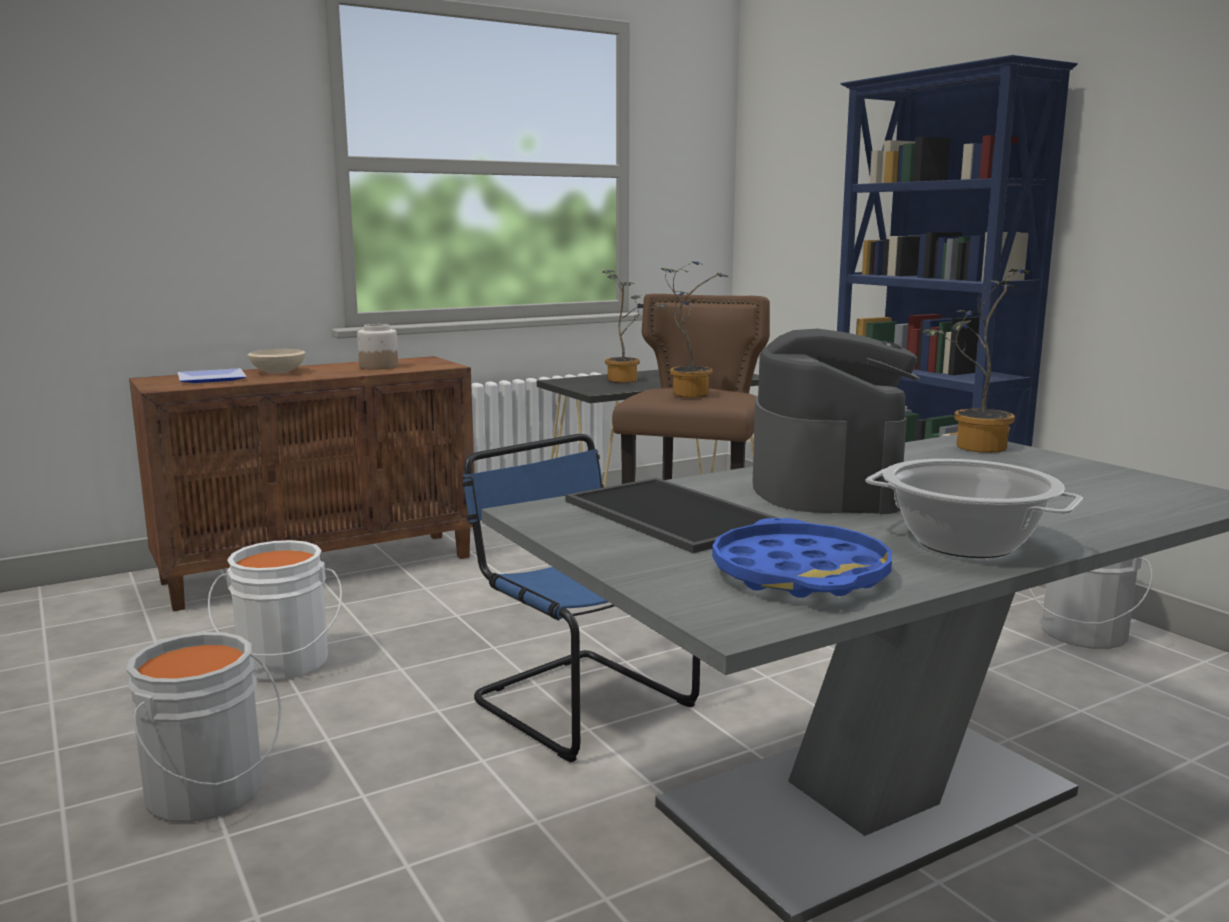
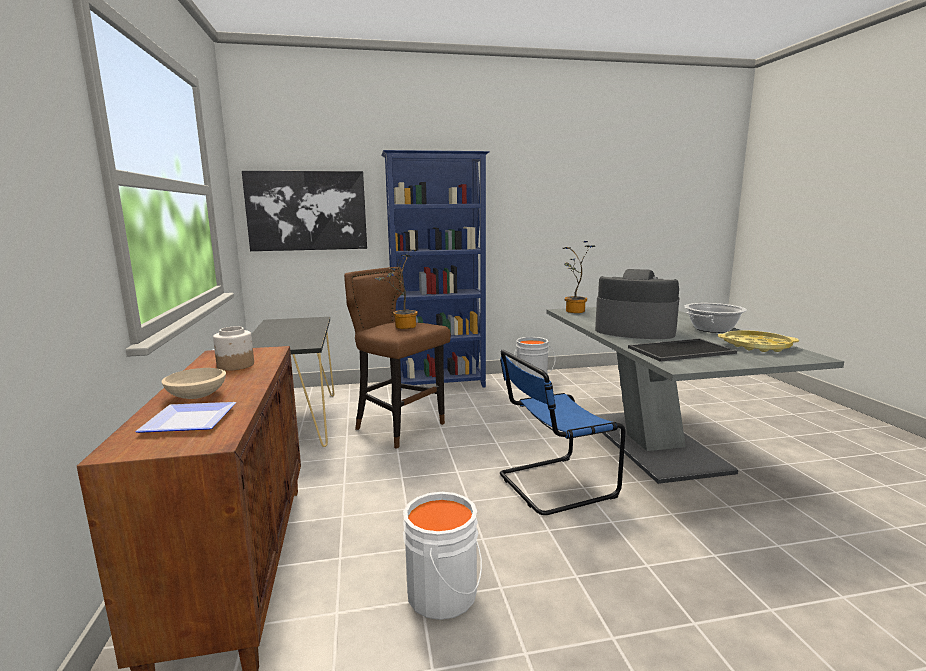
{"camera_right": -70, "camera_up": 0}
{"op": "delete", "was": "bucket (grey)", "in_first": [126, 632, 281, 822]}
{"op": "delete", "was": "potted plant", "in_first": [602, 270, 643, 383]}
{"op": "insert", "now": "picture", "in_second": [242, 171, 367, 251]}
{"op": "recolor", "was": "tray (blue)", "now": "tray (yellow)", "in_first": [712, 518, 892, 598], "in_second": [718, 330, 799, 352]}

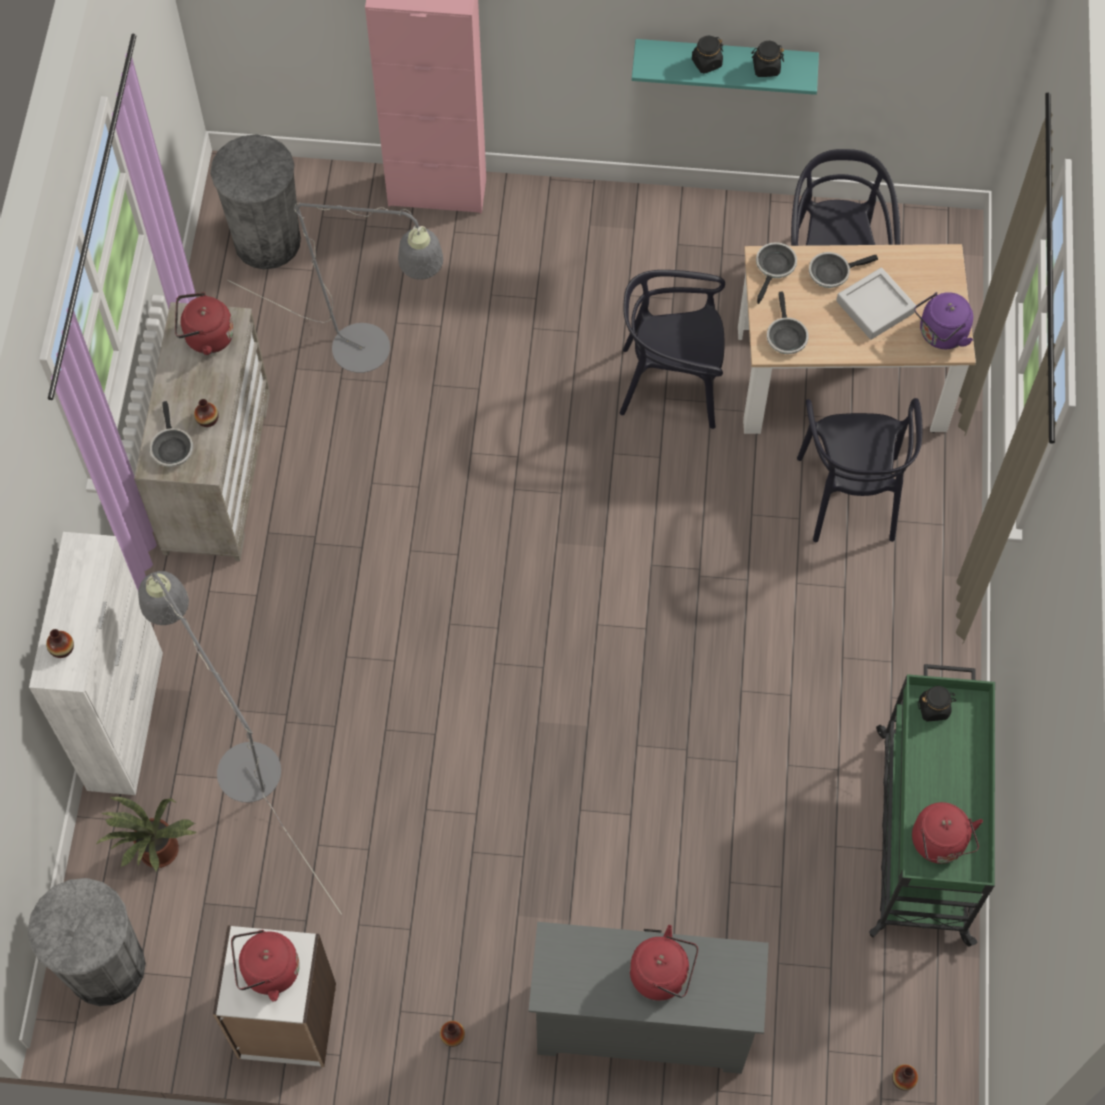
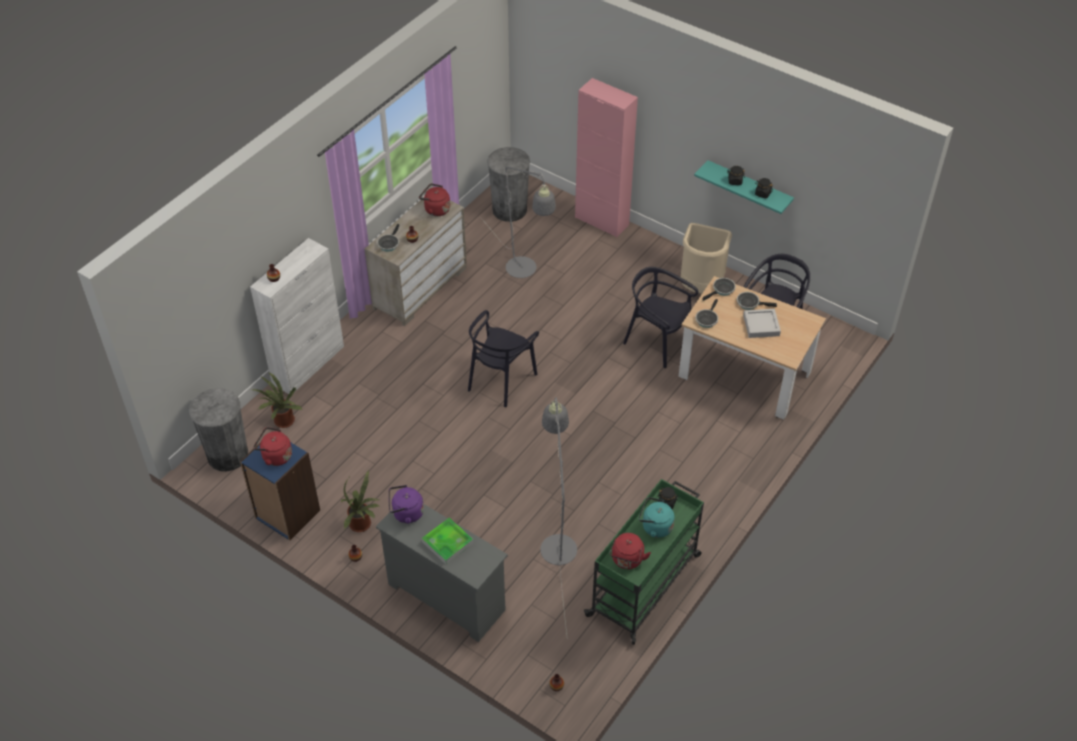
{"camera_right": 30, "camera_up": -15}
{"op": "insert", "now": "potted plant", "in_second": [341, 470, 379, 532]}
{"op": "insert", "now": "kettle (turquoise)", "in_second": [639, 497, 675, 538]}
{"op": "insert", "now": "trash can (beige)", "in_second": [681, 223, 732, 294]}
{"op": "move", "was": "floor lamp (grey)", "in_first": [138, 571, 342, 915], "in_second": [540, 397, 577, 635]}
{"op": "move", "was": "chair (black)", "in_first": [797, 398, 923, 542], "in_second": [468, 310, 539, 407]}
{"op": "move", "was": "kettle (purple)", "in_first": [915, 292, 973, 349], "in_second": [389, 485, 424, 524]}
{"op": "replace", "was": "kettle (red)", "now": "tray", "in_first": [630, 925, 698, 1000], "in_second": [422, 518, 473, 564]}
{"op": "recolor", "was": "bookcase (white)", "now": "bookcase (blue)", "in_first": [213, 926, 336, 1067], "in_second": [240, 431, 320, 541]}

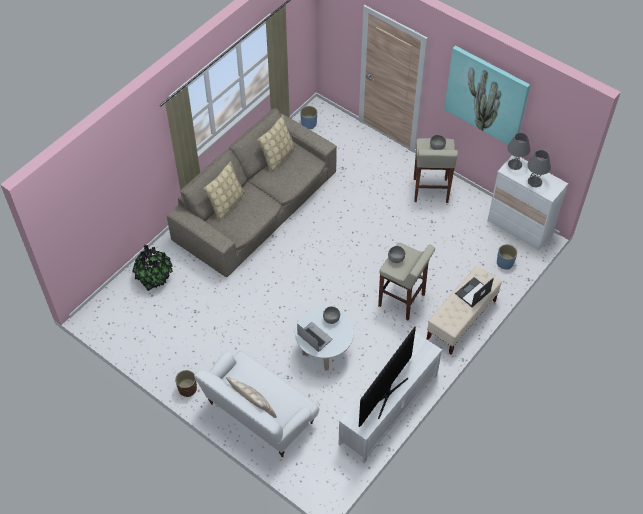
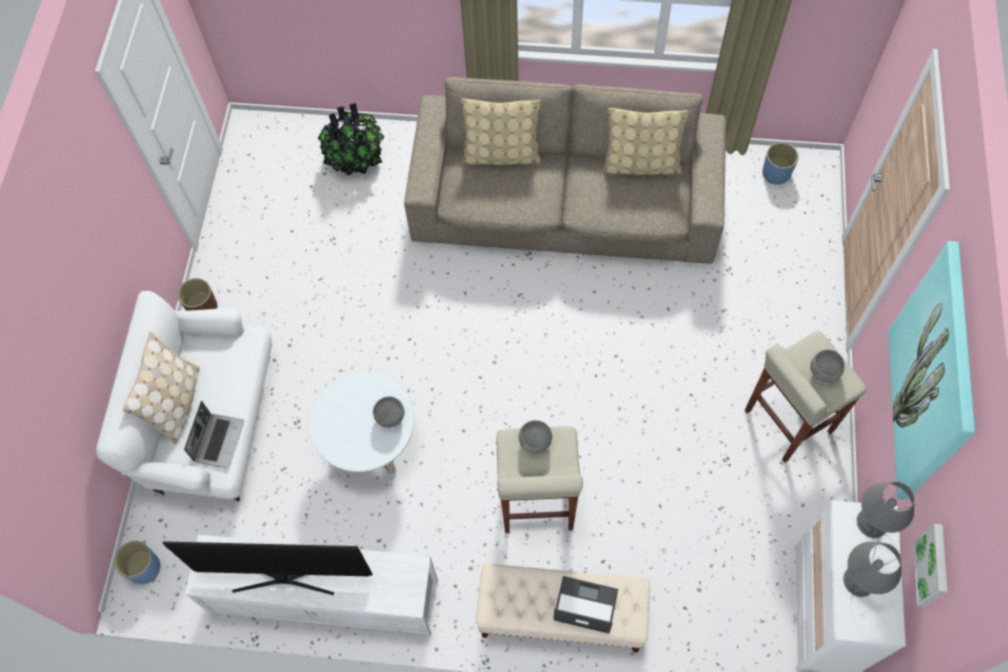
{"camera_right": 60, "camera_up": 10}
{"op": "insert", "now": "picture", "in_second": [913, 524, 947, 607]}
{"op": "move", "was": "laptop", "in_first": [297, 322, 332, 352], "in_second": [184, 401, 244, 468]}
{"op": "move", "was": "planter (blue)", "in_first": [497, 244, 517, 270], "in_second": [114, 541, 160, 584]}

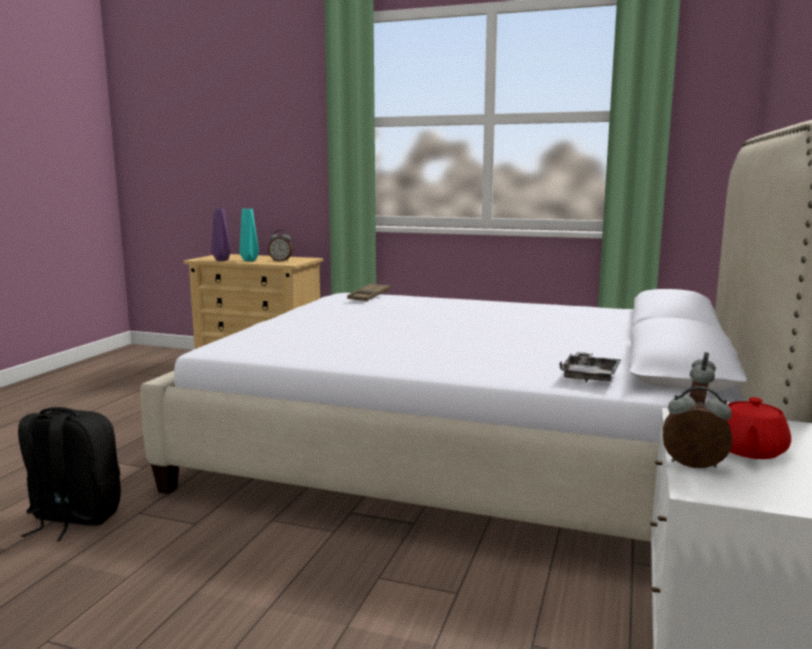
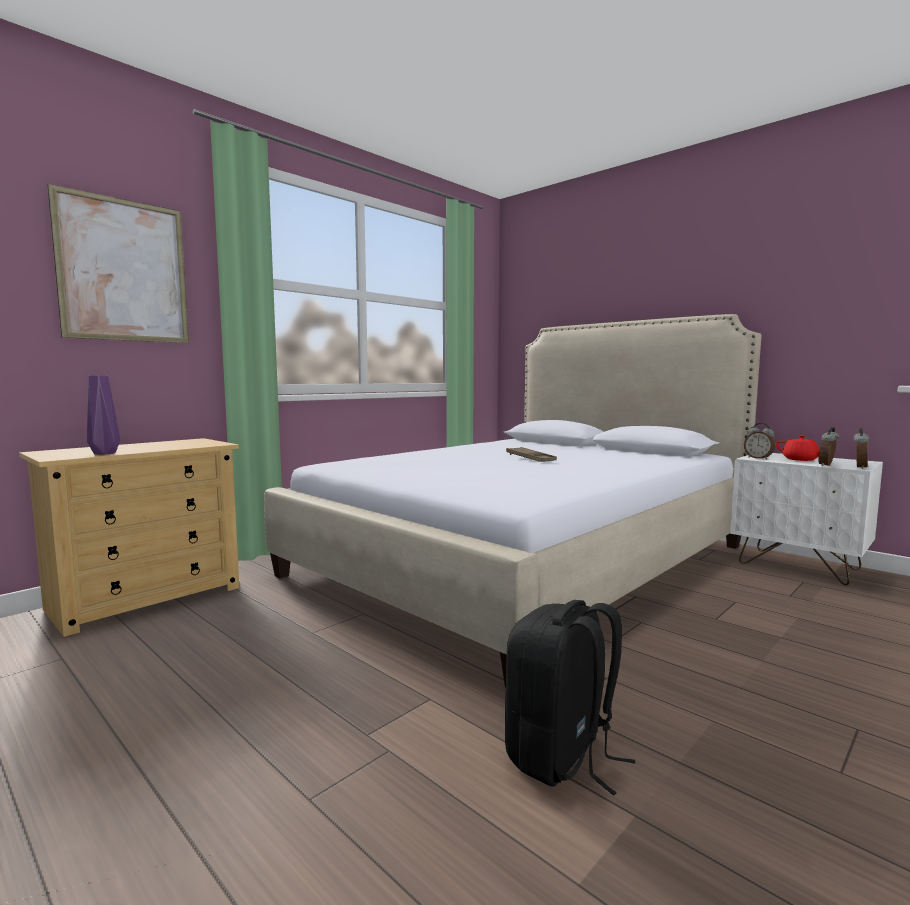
{"camera_right": -65, "camera_up": -5}
{"op": "delete", "was": "vase (turquoise)", "in_first": [240, 209, 259, 261]}
{"op": "delete", "was": "tray (grey)", "in_first": [559, 352, 621, 382]}
{"op": "insert", "now": "picture", "in_second": [48, 184, 189, 343]}
{"op": "move", "was": "alarm clock", "in_first": [268, 230, 293, 262], "in_second": [853, 428, 869, 469]}
{"op": "move", "was": "tray (brown)", "in_first": [347, 283, 391, 301], "in_second": [506, 447, 557, 462]}

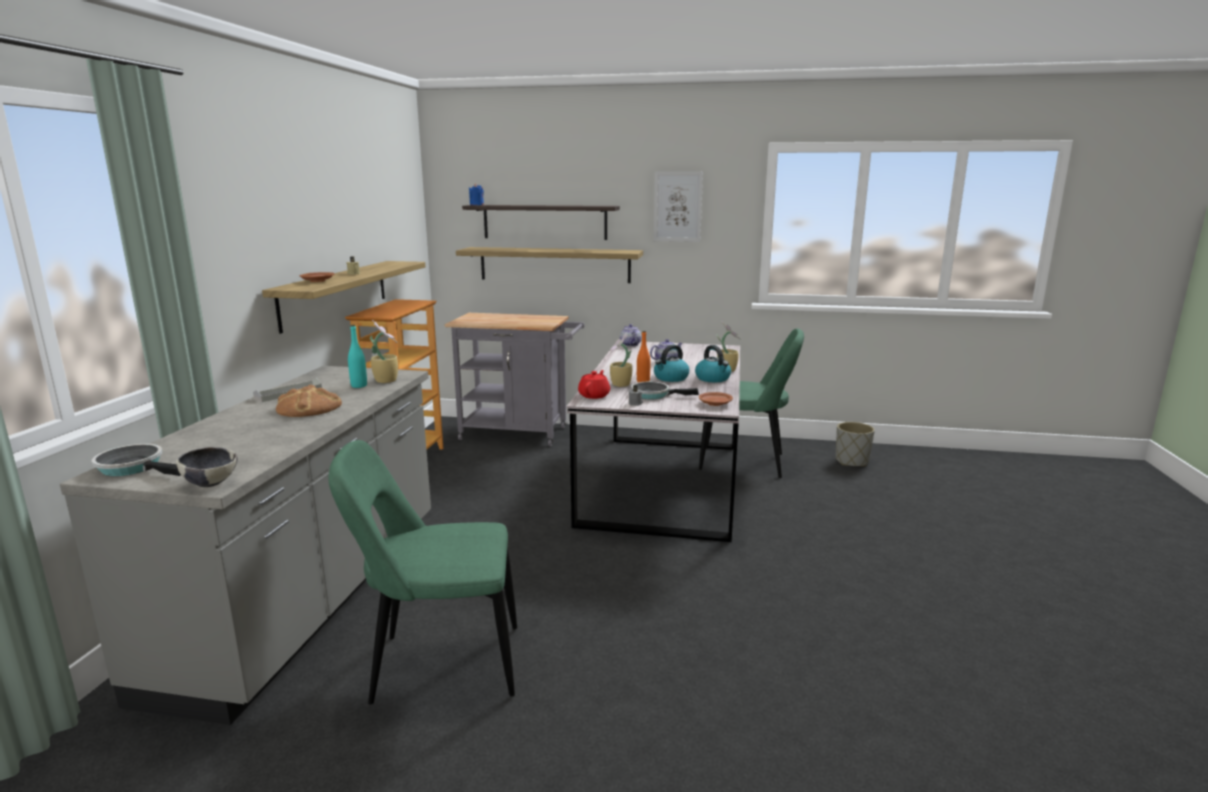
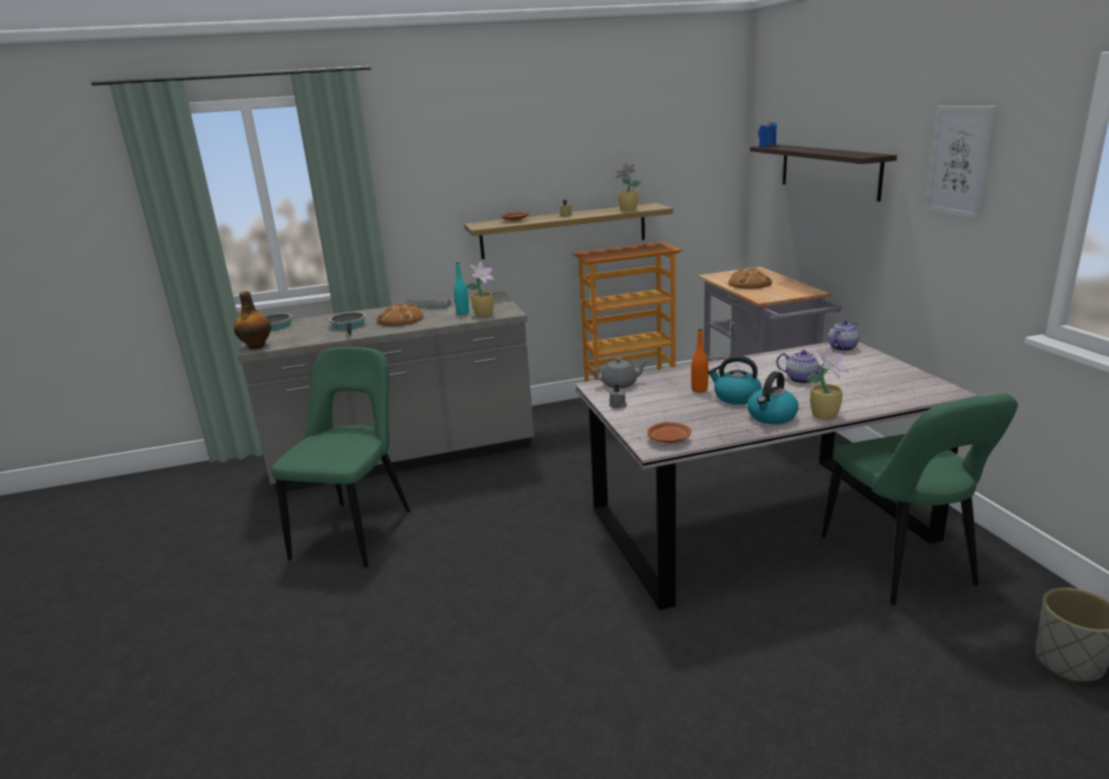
{"camera_right": 65, "camera_up": 5}
{"op": "delete", "was": "shelf", "in_first": [456, 247, 643, 283]}
{"op": "insert", "now": "bread", "in_second": [728, 268, 772, 289]}
{"op": "move", "was": "potted plant", "in_first": [609, 333, 632, 387], "in_second": [615, 162, 641, 212]}
{"op": "move", "was": "frying pan", "in_first": [631, 382, 699, 399], "in_second": [329, 312, 366, 335]}
{"op": "replace", "was": "bowl", "now": "bottle", "in_first": [176, 447, 238, 487], "in_second": [234, 291, 271, 349]}
{"op": "recolor", "was": "teapot (red)", "now": "teapot (grey)", "in_first": [578, 370, 610, 399], "in_second": [593, 357, 649, 389]}
{"op": "rotate", "was": "chair (green)", "in_first": [328, 440, 517, 704], "in_second": [272, 347, 410, 567], "clockwise": 45}

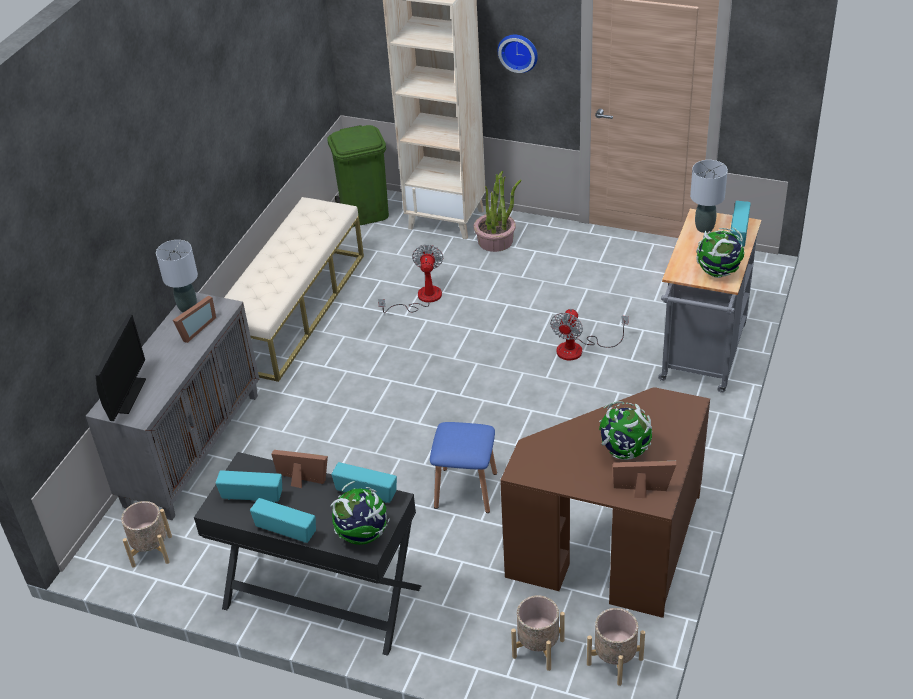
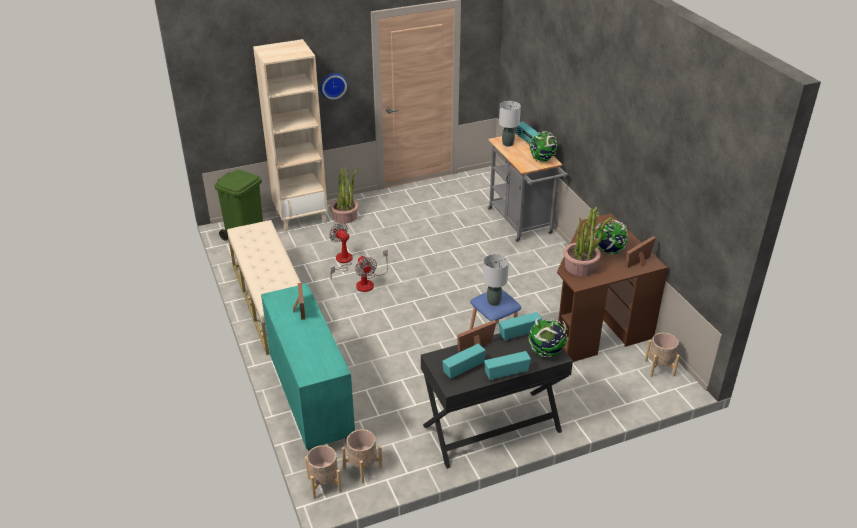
{"camera_right": -45, "camera_up": -5}
{"op": "delete", "was": "monitor", "in_first": [96, 314, 146, 421]}
{"op": "insert", "now": "potted plant", "in_second": [563, 207, 612, 276]}
{"op": "move", "was": "table lamp (grey)", "in_first": [156, 240, 198, 313], "in_second": [483, 254, 509, 306]}
{"op": "move", "was": "planter (beige)", "in_first": [511, 595, 565, 671], "in_second": [305, 445, 342, 499]}
{"op": "move", "was": "fan", "in_first": [550, 309, 629, 360], "in_second": [355, 250, 388, 292]}
{"op": "recolor", "was": "cabinet (grey)", "now": "cabinet (turquoise)", "in_first": [86, 292, 259, 520], "in_second": [261, 284, 355, 452]}

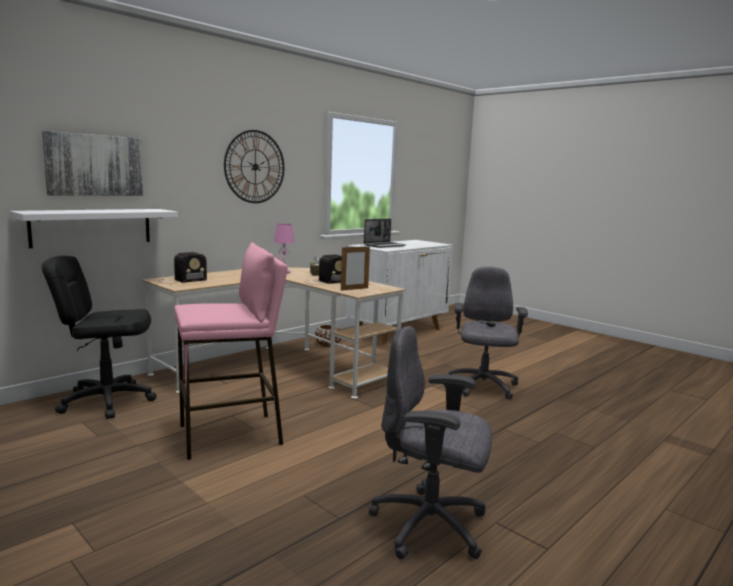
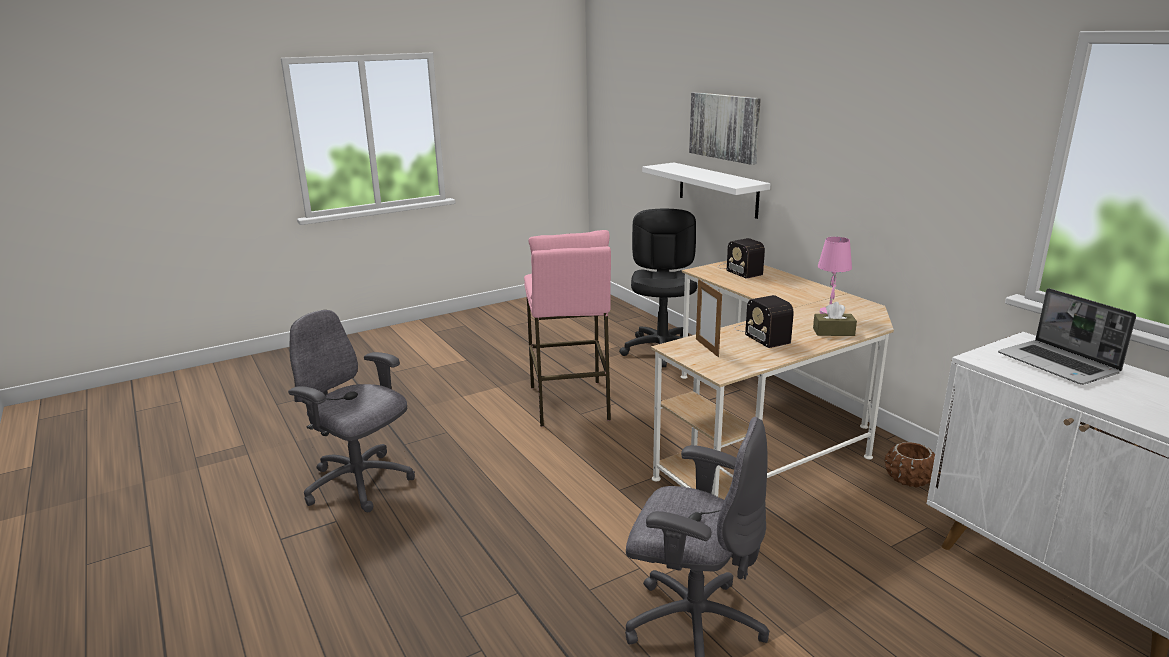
{"camera_right": 105, "camera_up": 10}
{"op": "delete", "was": "wall clock", "in_first": [224, 130, 284, 203]}
{"op": "rotate", "was": "office chair (grey)", "in_first": [369, 326, 492, 559], "in_second": [288, 310, 415, 512], "clockwise": -90}

